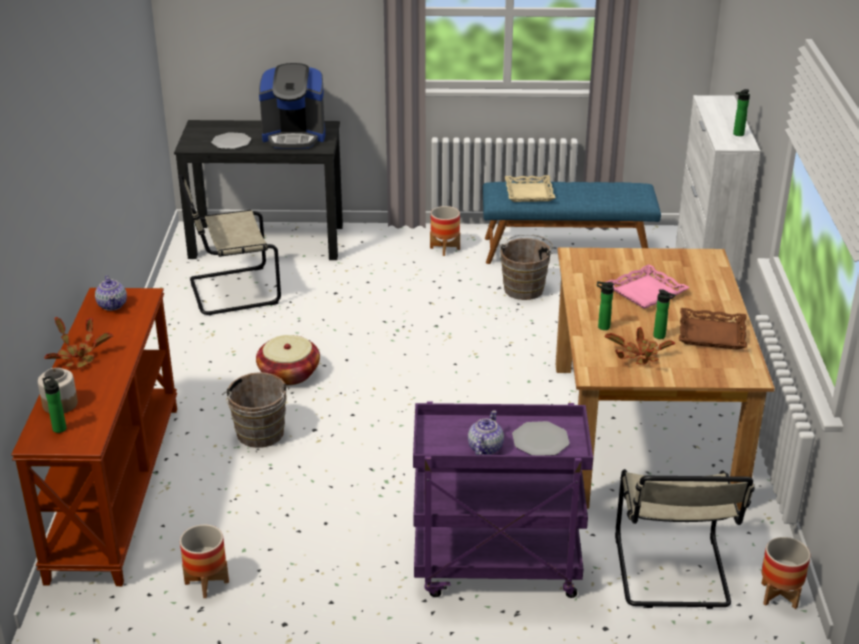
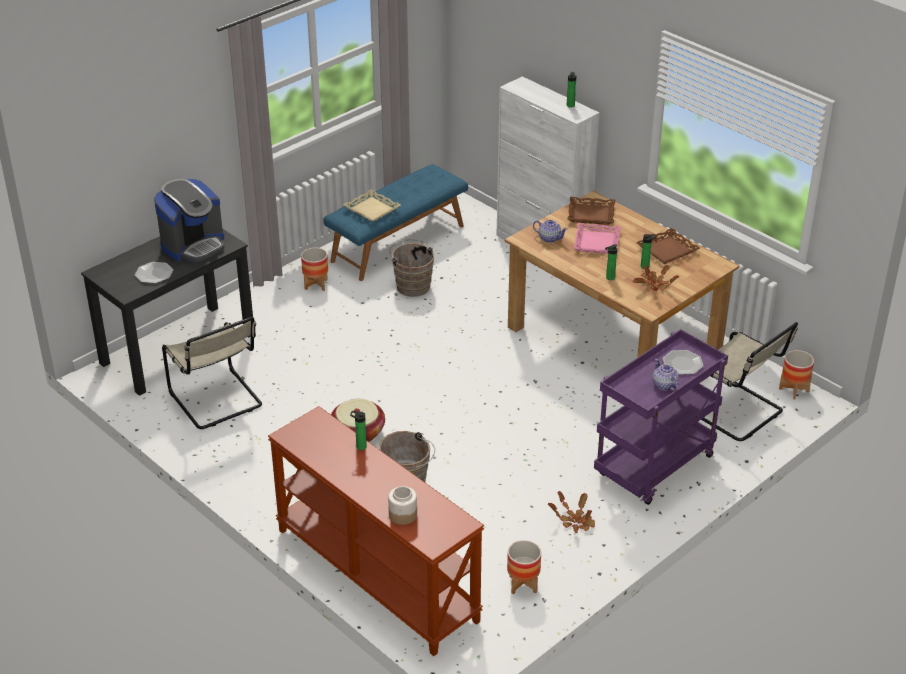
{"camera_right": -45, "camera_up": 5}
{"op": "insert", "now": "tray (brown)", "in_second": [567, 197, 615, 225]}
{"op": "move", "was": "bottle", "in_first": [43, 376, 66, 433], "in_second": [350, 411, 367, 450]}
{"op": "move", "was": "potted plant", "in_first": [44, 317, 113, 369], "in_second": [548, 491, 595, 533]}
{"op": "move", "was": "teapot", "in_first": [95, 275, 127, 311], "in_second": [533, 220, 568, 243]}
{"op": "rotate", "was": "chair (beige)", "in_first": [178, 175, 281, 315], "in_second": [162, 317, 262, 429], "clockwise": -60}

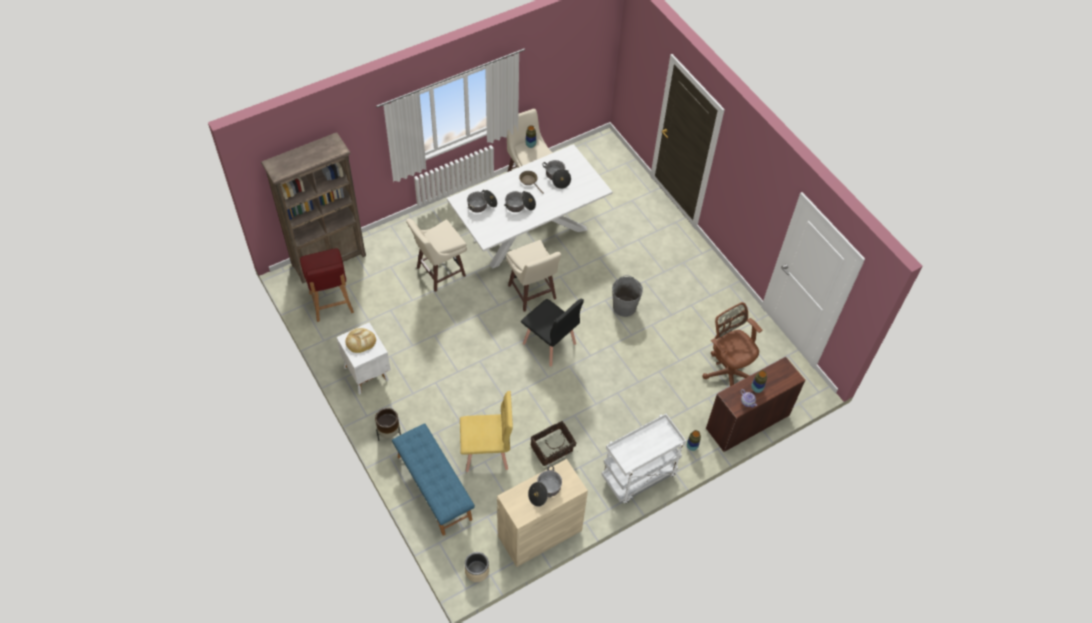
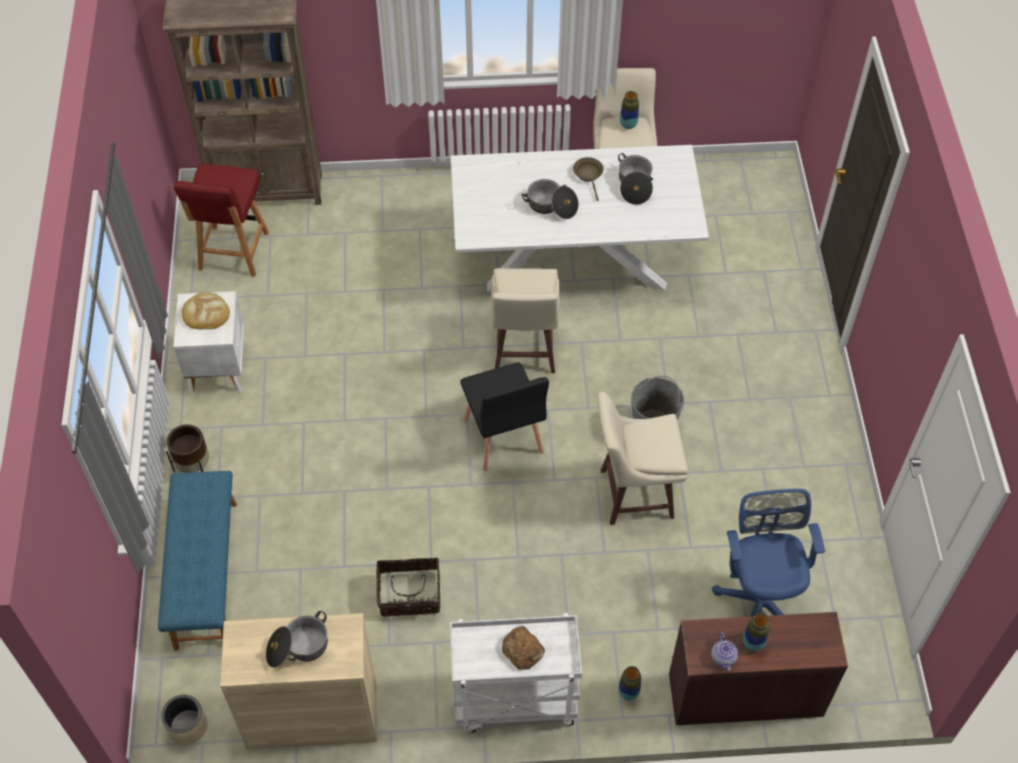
{"camera_right": 30, "camera_up": 0}
{"op": "delete", "was": "chair (yellow)", "in_first": [460, 391, 513, 472]}
{"op": "delete", "was": "cooking pot", "in_first": [467, 190, 497, 213]}
{"op": "insert", "now": "bread", "in_second": [502, 626, 545, 670]}
{"op": "move", "was": "stool (beige)", "in_first": [406, 218, 467, 292], "in_second": [598, 392, 688, 525]}
{"op": "recolor", "was": "office chair (brown)", "now": "office chair (blue)", "in_first": [702, 302, 762, 386], "in_second": [712, 489, 825, 617]}

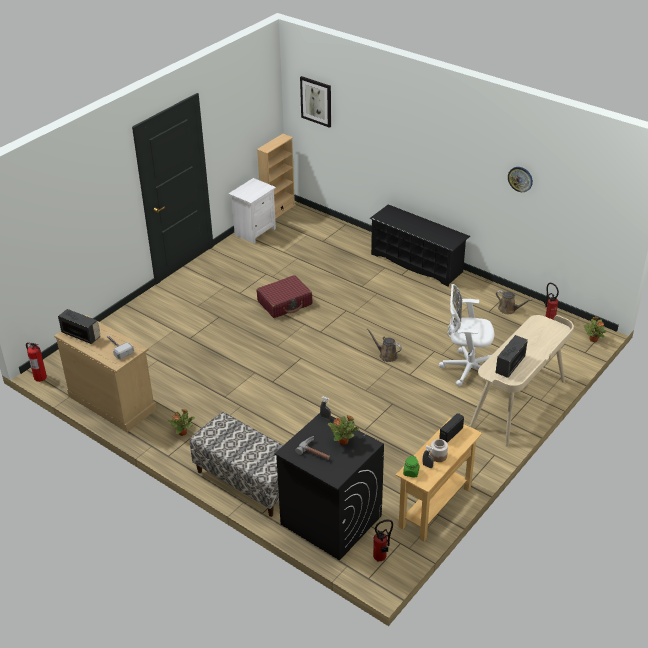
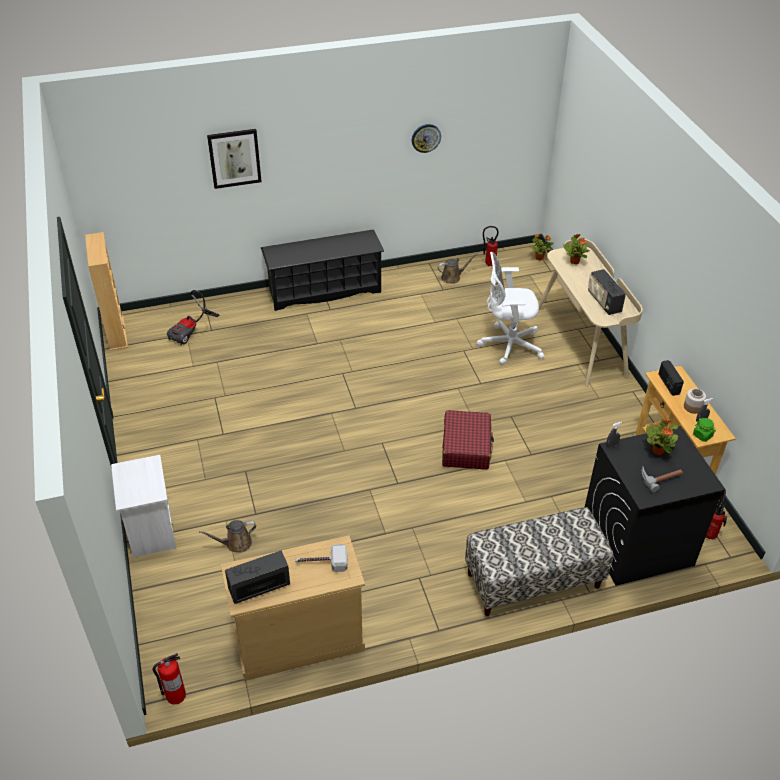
{"camera_right": -55, "camera_up": 5}
{"op": "insert", "now": "vacuum cleaner", "in_second": [167, 290, 220, 345]}
{"op": "move", "was": "potted plant", "in_first": [167, 409, 195, 436], "in_second": [563, 234, 590, 264]}
{"op": "move", "was": "nightstand (white)", "in_first": [228, 178, 276, 244], "in_second": [111, 455, 176, 558]}
{"op": "move", "was": "suitcase (red)", "in_first": [256, 275, 312, 318], "in_second": [442, 410, 494, 470]}
{"op": "move", "was": "picture", "in_first": [300, 76, 331, 128], "in_second": [207, 129, 262, 189]}
{"op": "move", "was": "watering can (brown)", "in_first": [367, 328, 402, 362], "in_second": [199, 520, 256, 553]}
{"op": "rotate", "was": "office chair (white)", "in_first": [439, 284, 494, 386], "in_second": [477, 252, 544, 365], "clockwise": 45}

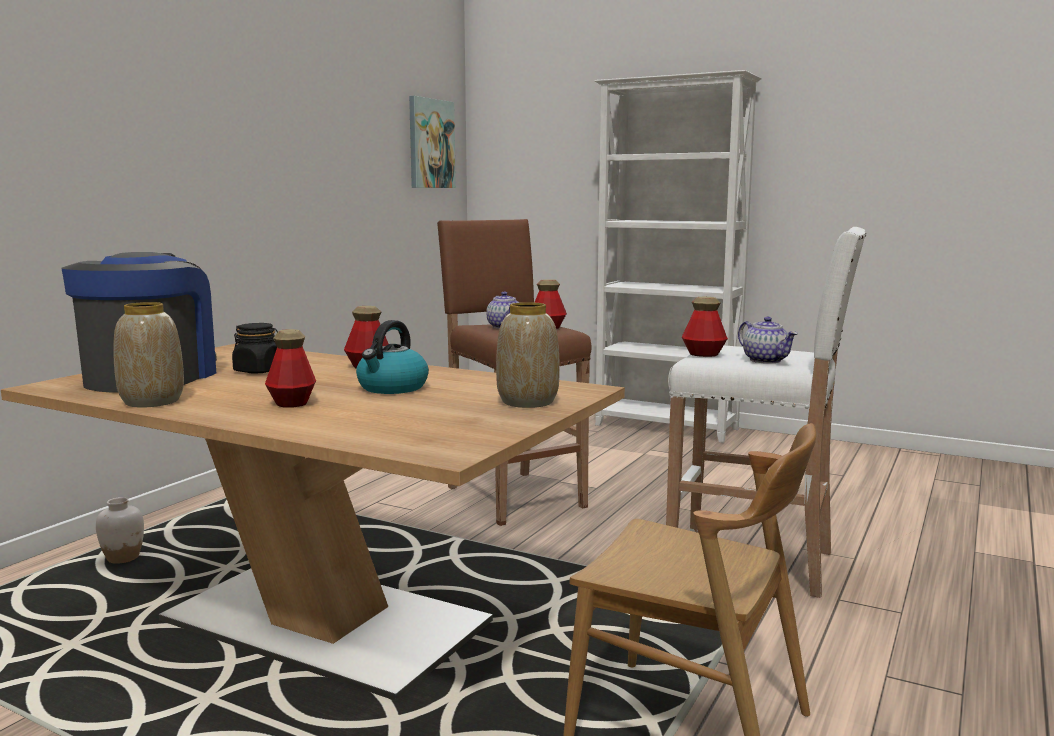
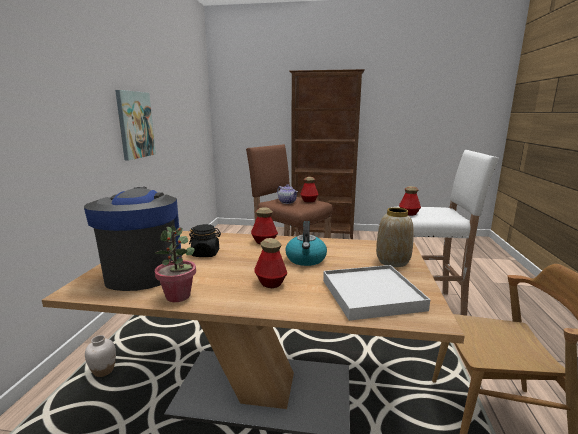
{"camera_right": -20, "camera_up": 5}
{"op": "delete", "was": "teapot", "in_first": [738, 317, 798, 364]}
{"op": "insert", "now": "tray (white)", "in_second": [323, 265, 430, 321]}
{"op": "move", "was": "picture", "in_first": [409, 96, 456, 188], "in_second": [115, 90, 156, 160]}
{"op": "replace", "was": "vase", "now": "potted plant", "in_first": [113, 302, 184, 408], "in_second": [155, 226, 196, 302]}
{"op": "recolor", "was": "bookcase (white)", "now": "bookcase (brown)", "in_first": [595, 70, 762, 443], "in_second": [289, 69, 365, 239]}

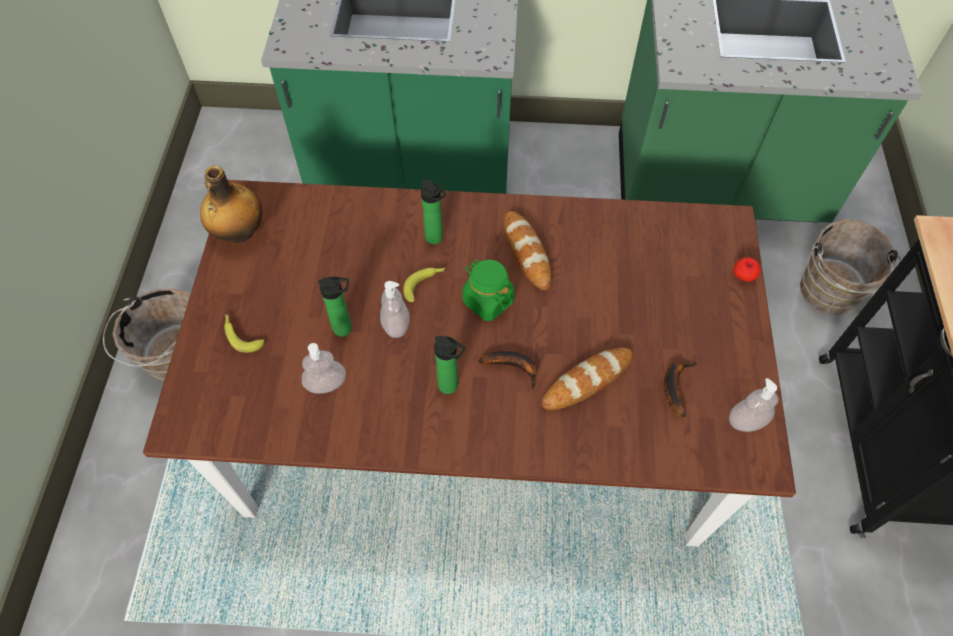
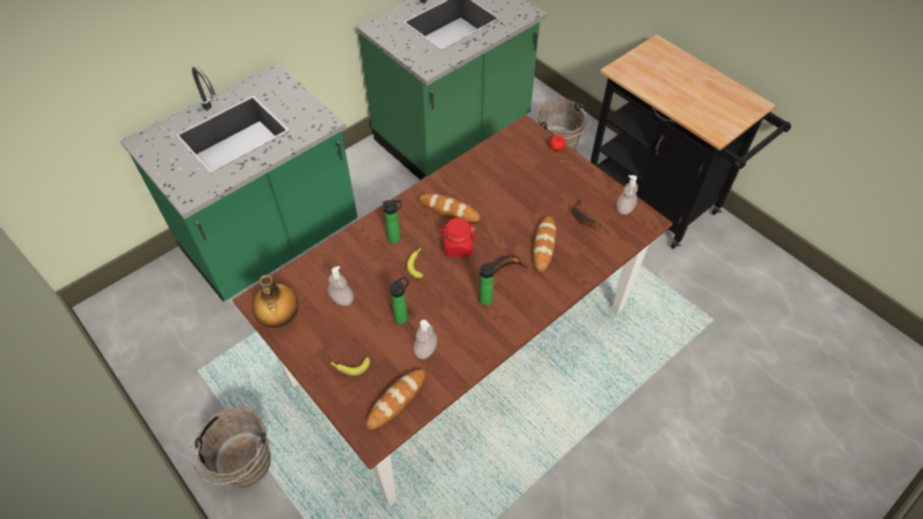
{"camera_right": -45, "camera_up": -5}
{"op": "insert", "now": "bread", "in_second": [366, 369, 426, 430]}
{"op": "move", "was": "soap dispenser", "in_first": [380, 281, 409, 338], "in_second": [328, 266, 354, 306]}
{"op": "recolor", "was": "jar (green)", "now": "jar (red)", "in_first": [462, 260, 515, 321], "in_second": [439, 218, 476, 257]}

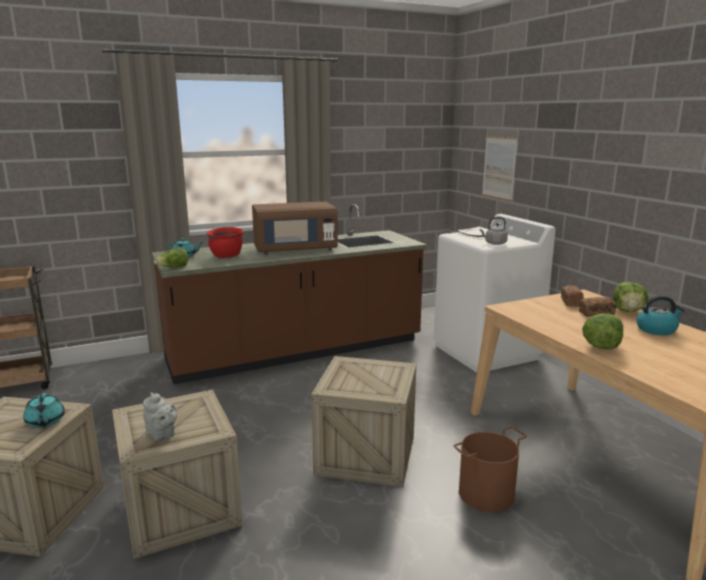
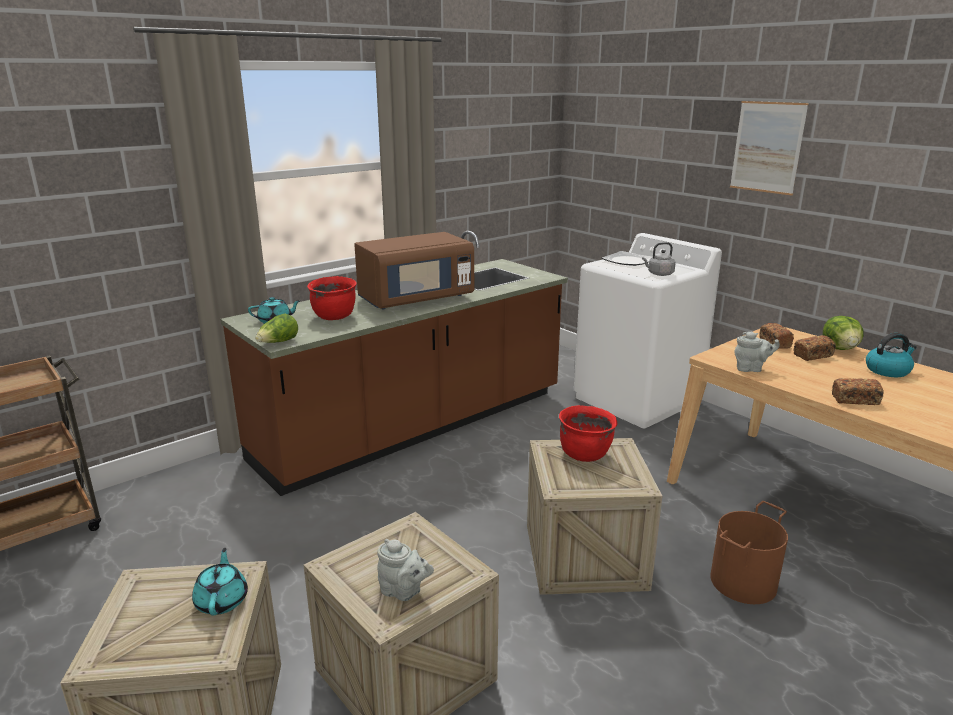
{"camera_right": -15, "camera_up": 5}
{"op": "insert", "now": "cooking pot (red)", "in_second": [559, 405, 617, 462]}
{"op": "insert", "now": "teapot (grey)", "in_second": [734, 332, 780, 372]}
{"op": "move", "was": "picture", "in_first": [482, 136, 518, 201], "in_second": [730, 101, 809, 196]}
{"op": "replace", "was": "lettuce", "now": "bread", "in_first": [582, 314, 623, 350], "in_second": [832, 378, 884, 405]}
{"op": "rotate", "was": "teapot (turquoise)", "in_first": [23, 393, 65, 428], "in_second": [192, 548, 248, 616], "clockwise": -150}

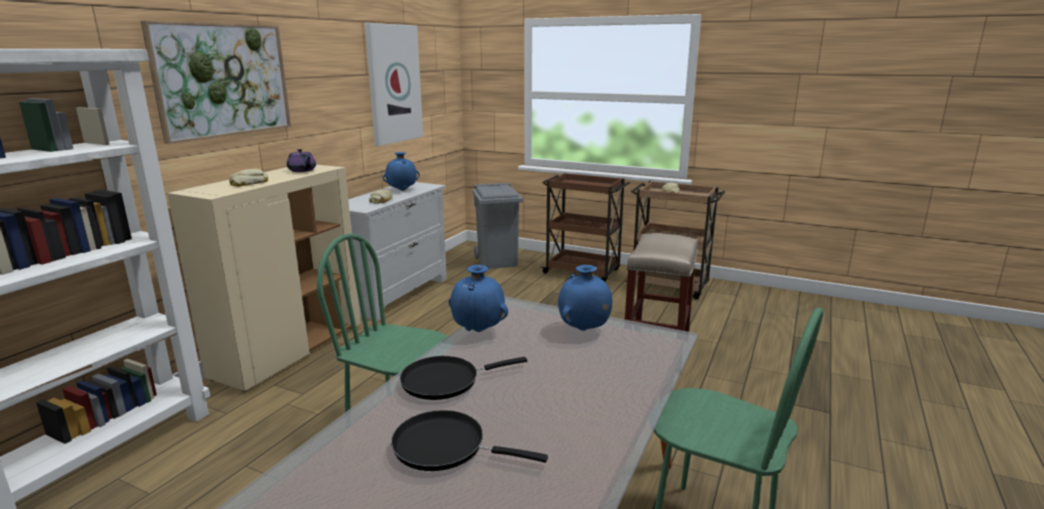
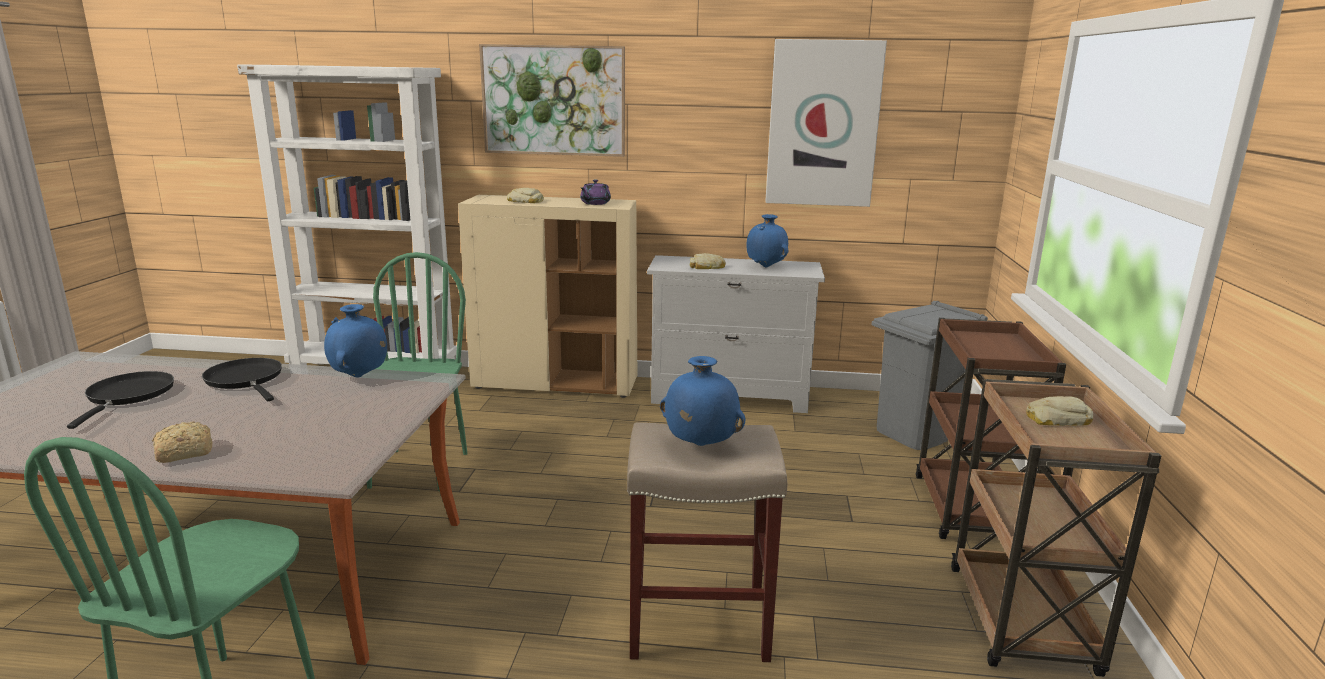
{"camera_right": 70, "camera_up": 0}
{"op": "insert", "now": "bread", "in_second": [152, 421, 213, 463]}
{"op": "move", "was": "vase (blue)", "in_first": [558, 265, 612, 331], "in_second": [660, 356, 745, 446]}

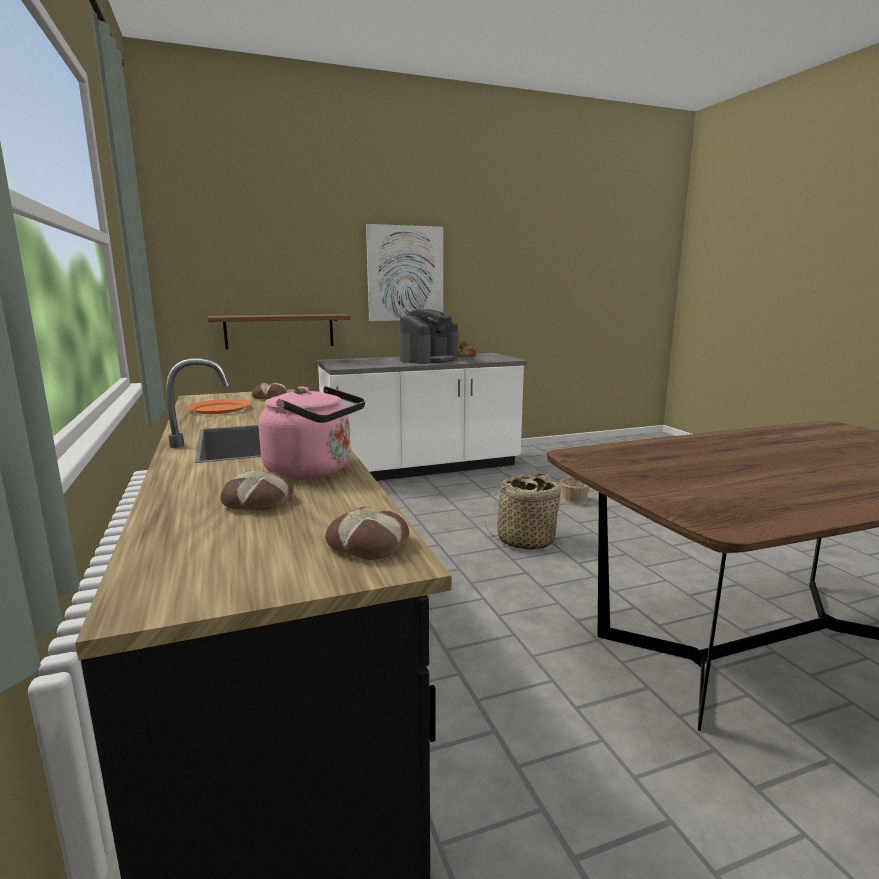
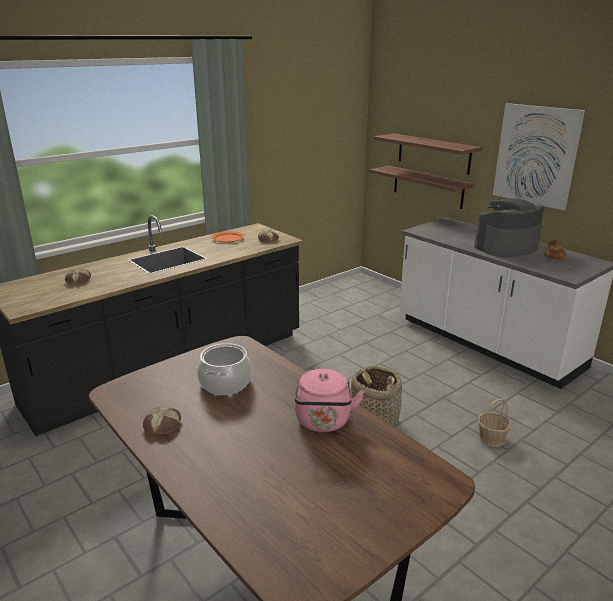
{"camera_right": 70, "camera_up": 10}
{"op": "insert", "now": "cooking pot", "in_second": [197, 343, 252, 395]}
{"op": "insert", "now": "shelf", "in_second": [374, 133, 482, 175]}
{"op": "move", "was": "kettle (pink)", "in_first": [259, 386, 365, 479], "in_second": [295, 369, 364, 432]}
{"op": "move", "was": "bread", "in_first": [325, 507, 409, 560], "in_second": [143, 407, 181, 434]}
{"op": "rotate", "was": "coffee machine", "in_first": [399, 309, 458, 364], "in_second": [474, 198, 544, 257], "clockwise": 135}

